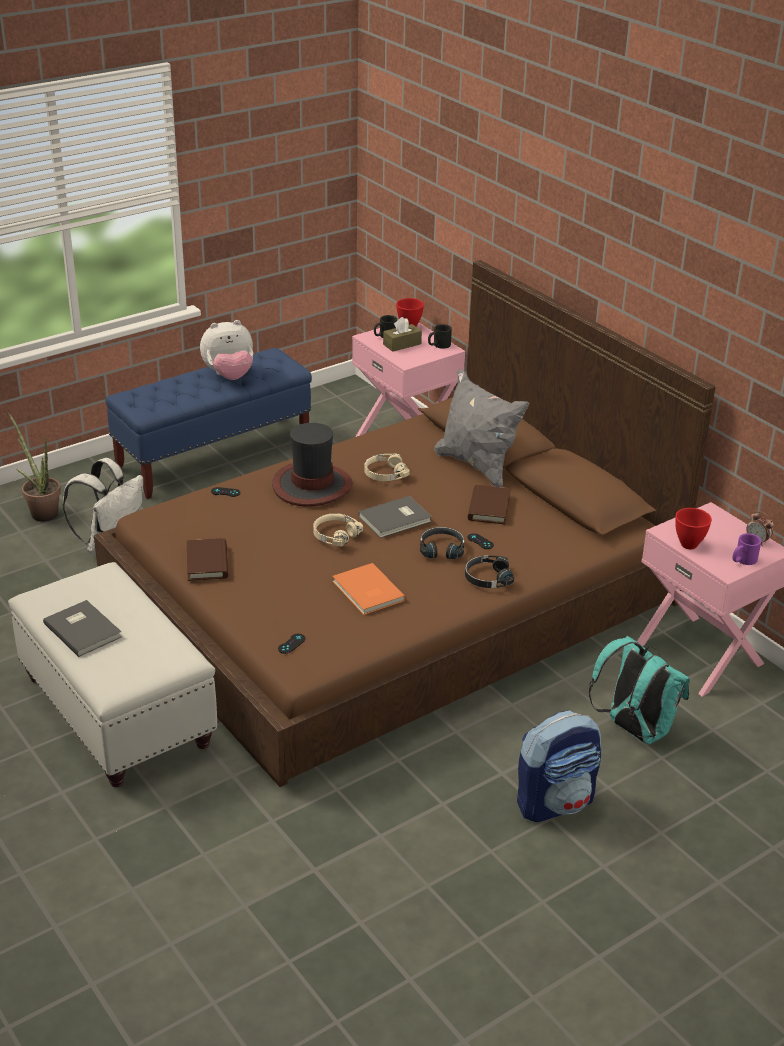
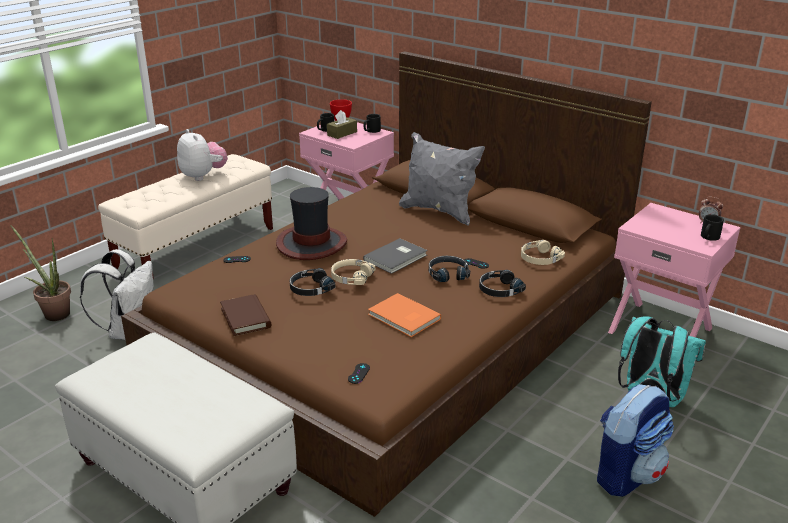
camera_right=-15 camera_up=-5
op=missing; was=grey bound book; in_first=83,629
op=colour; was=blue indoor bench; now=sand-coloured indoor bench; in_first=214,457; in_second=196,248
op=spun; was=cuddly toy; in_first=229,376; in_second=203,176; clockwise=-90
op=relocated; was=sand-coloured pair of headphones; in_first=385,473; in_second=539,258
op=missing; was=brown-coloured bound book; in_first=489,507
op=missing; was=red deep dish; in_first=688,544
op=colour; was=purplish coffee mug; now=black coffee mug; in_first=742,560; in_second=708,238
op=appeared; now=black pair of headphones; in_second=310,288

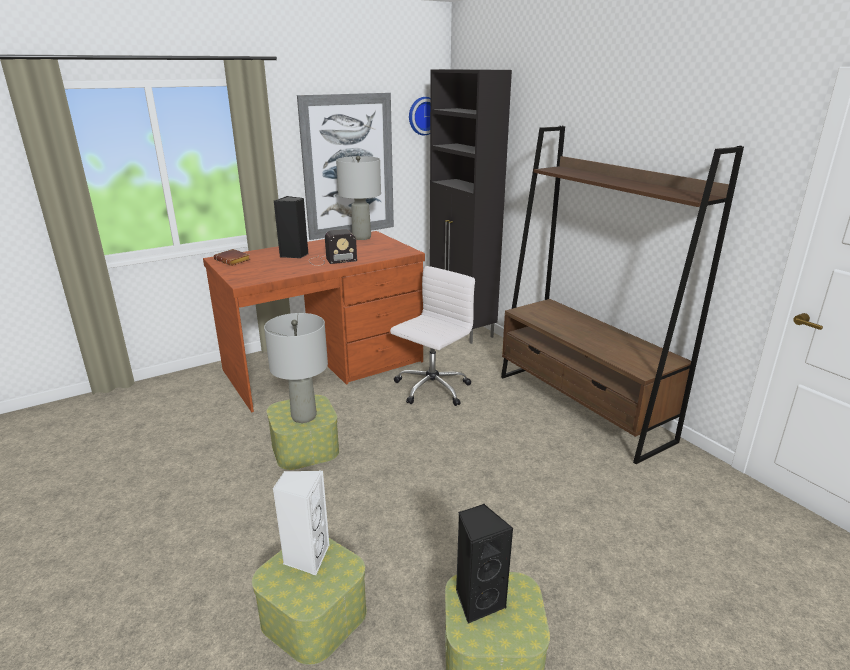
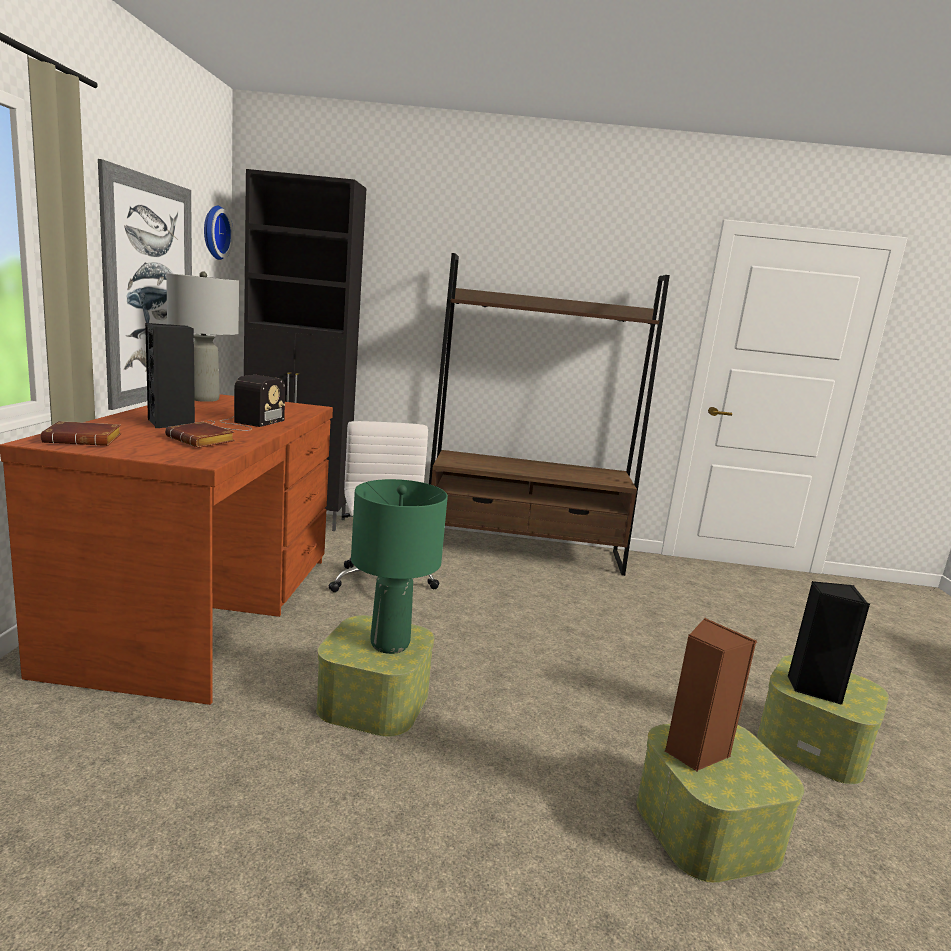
camera_right=-55 camera_up=-10
op=colour; was=grey tabletop lamp; now=green-coloured tabletop lamp; in_first=304,417; in_second=390,644
op=colour; was=white-coloured speaker; now=brown-coloured speaker; in_first=306,557; in_second=693,751
op=appeared; now=brown-coloured bound book; in_second=203,441

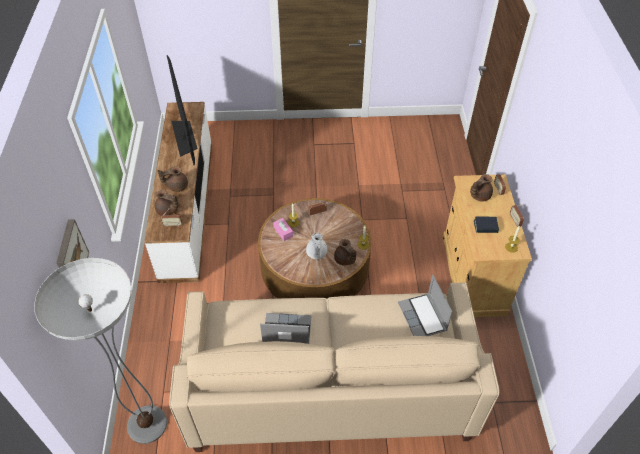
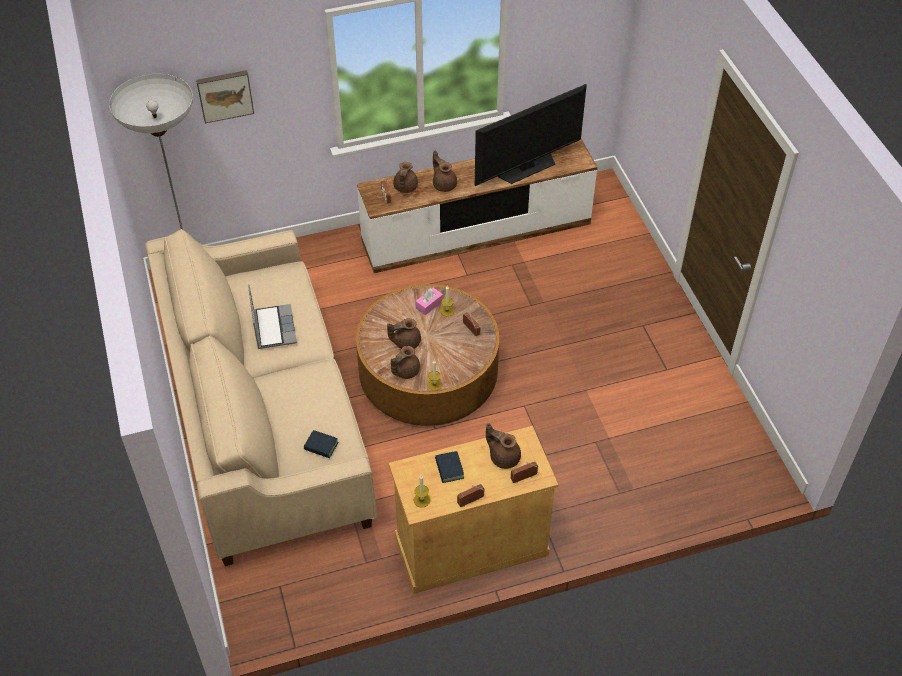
camera_right=75 camera_up=0
op=colour; was=white-coloured pot for tea; now=brown-coloured pot for tea; in_first=316,254; in_second=406,342
op=exchanged; was=portable computer; now=bound book; in_first=423,317; in_second=321,446

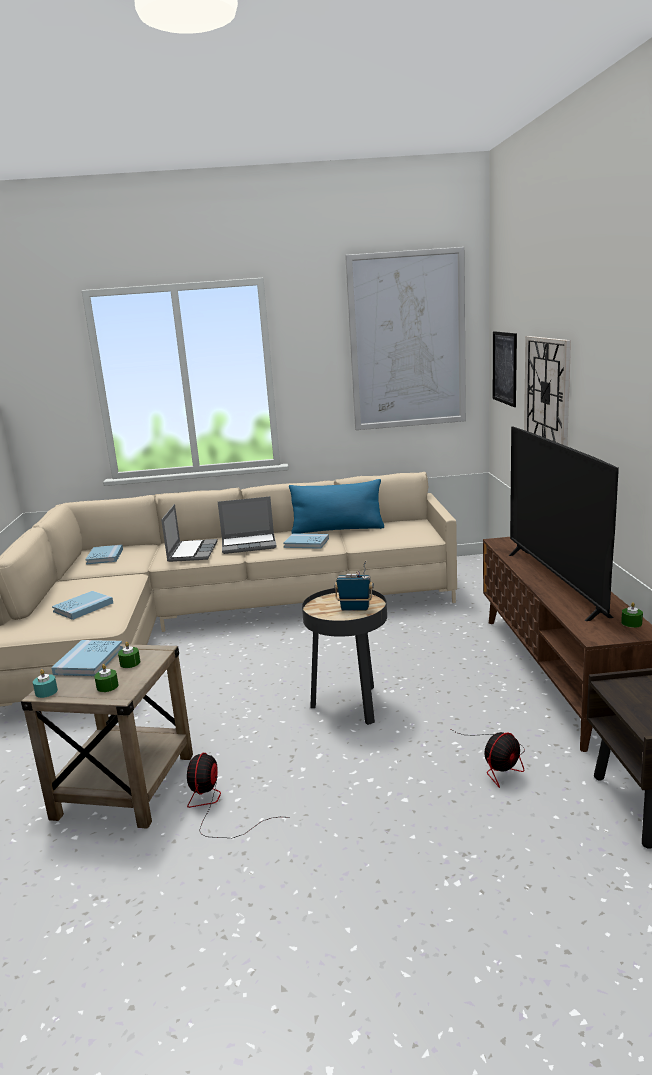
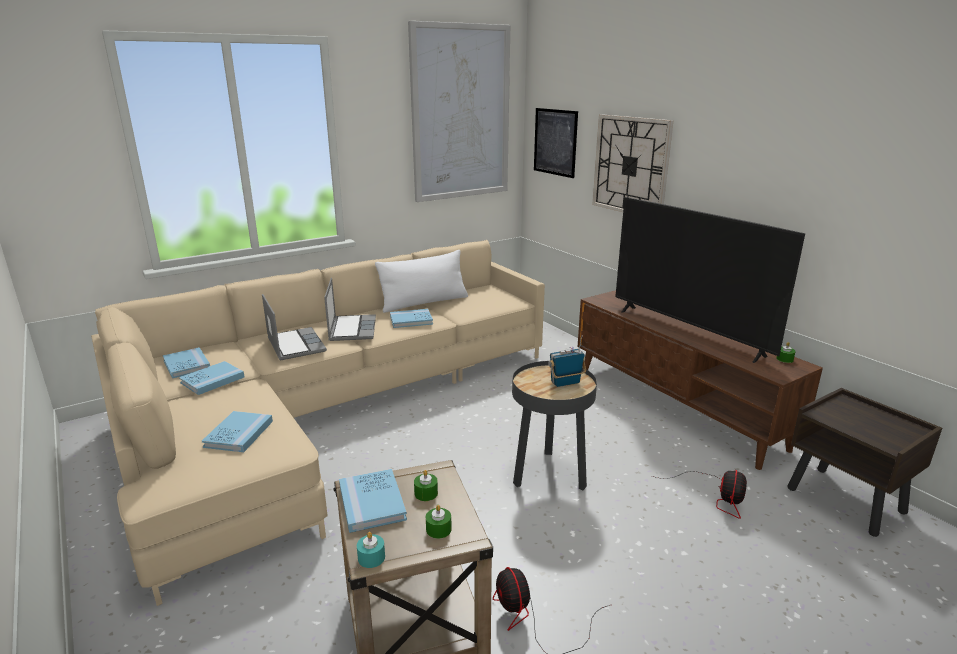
camera_right=-30 camera_up=5
op=spun; was=portable computer; in_first=249,544; in_second=352,329; clockwise=-60
op=colour; was=blue throw pillow; now=white-coloured throw pillow; in_first=337,529; in_second=424,302
op=appeared; now=blue bound book; in_second=212,380

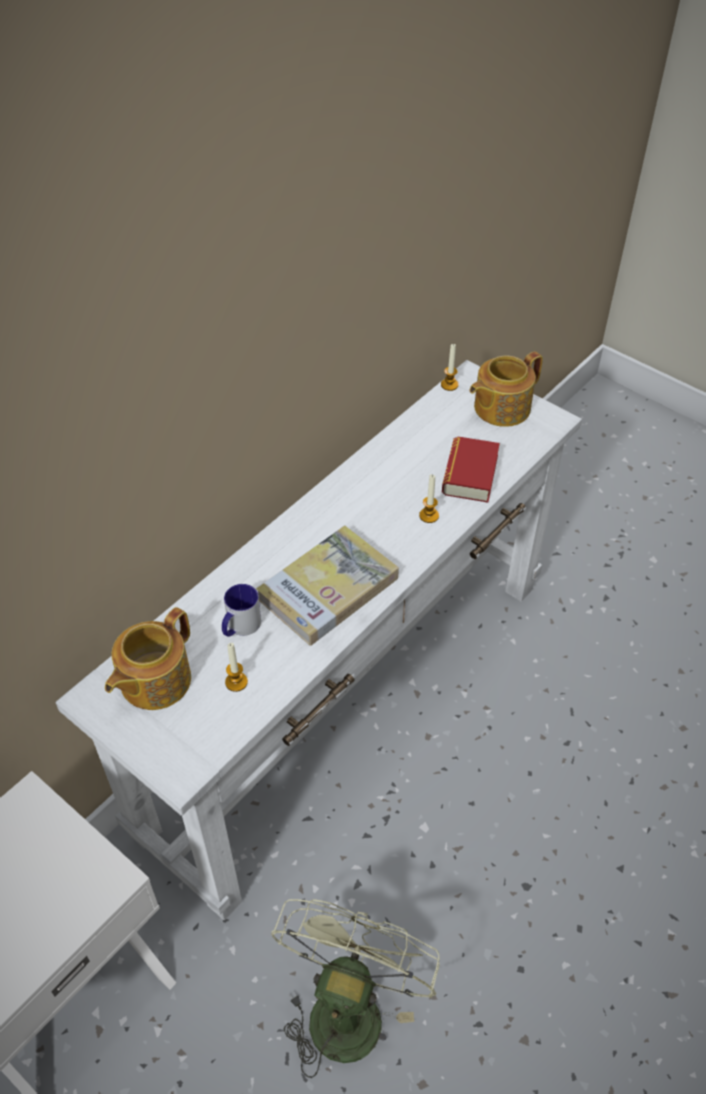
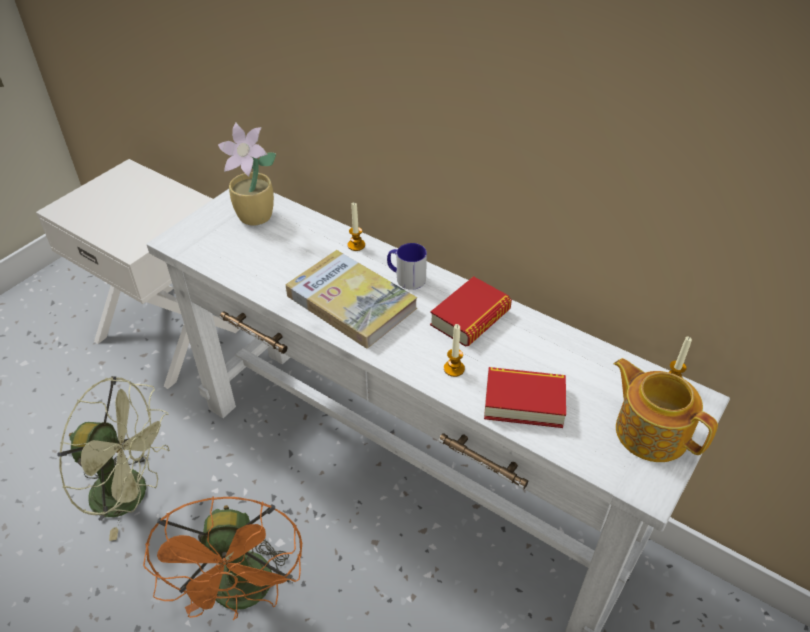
camera_right=85 camera_up=-5
op=exchanged; was=pot for tea; now=potted plant; in_first=153,681; in_second=256,217
op=relocated; was=coffee mug; in_first=240,627; in_second=406,278
op=relocated; was=wax candle; in_first=236,682; in_second=356,245
op=appeared; now=orangey electric fan; in_second=244,595
op=appeared; now=bound book; in_second=470,318

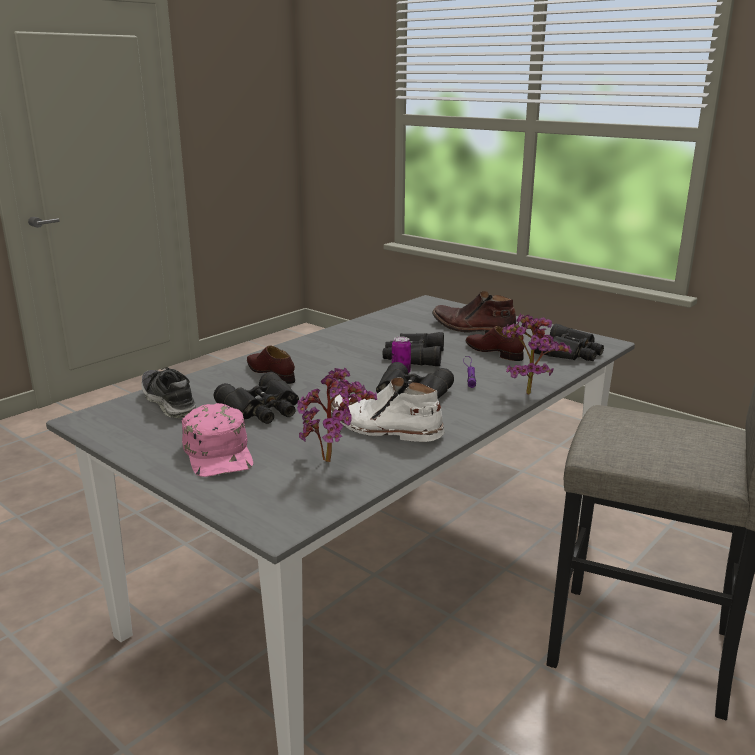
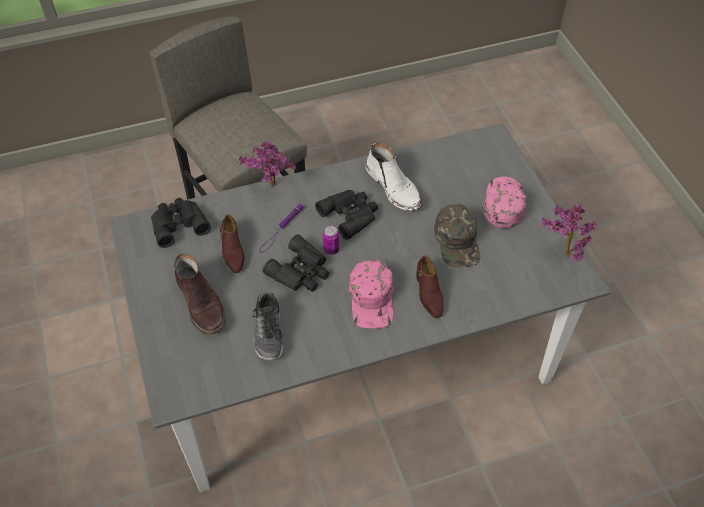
camera_right=-150 camera_up=30
op=relocated; was=low shoe; in_first=169,403; in_second=269,333
op=exchanged; was=black field glasses; now=green-coloured baseball cap; in_first=263,409; in_second=457,241
op=relocated; was=potted plant; in_first=334,462; in_second=562,253
op=appeared; now=pink-coloured baseball cap; in_second=372,299

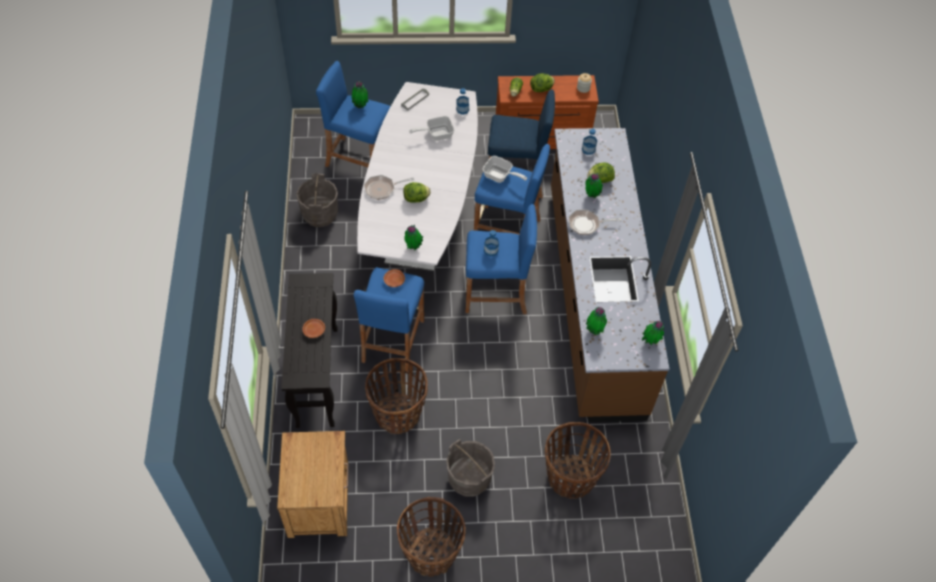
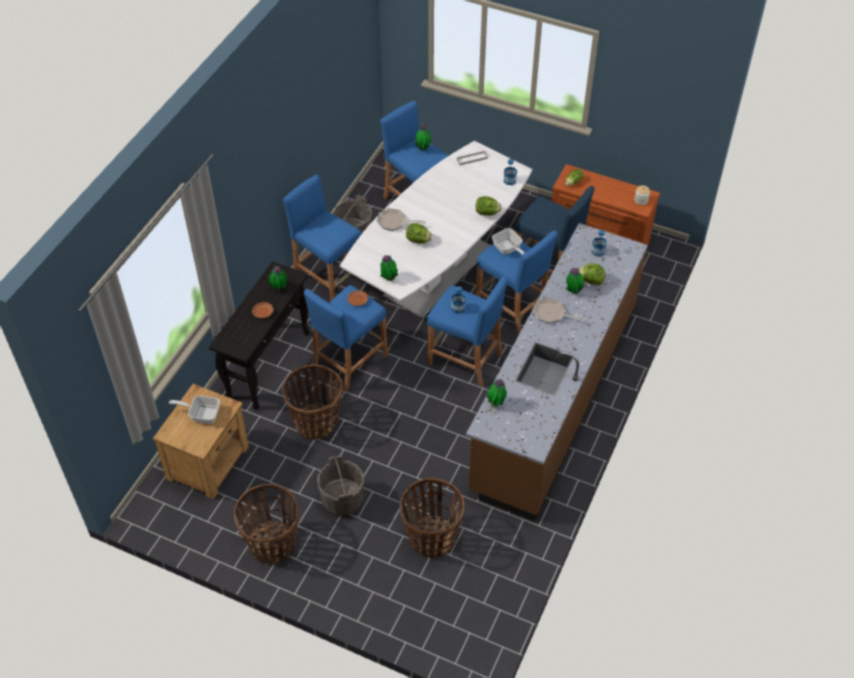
camera_right=30 camera_up=-5
op=relocated; was=frying pan; in_first=436,134; in_second=201,414
op=relocated; was=head of lettuce; in_first=541,89; in_second=487,213
op=relocated; was=potted plant; in_first=650,342; in_second=279,289
op=appeared; now=blue stool; in_second=328,277

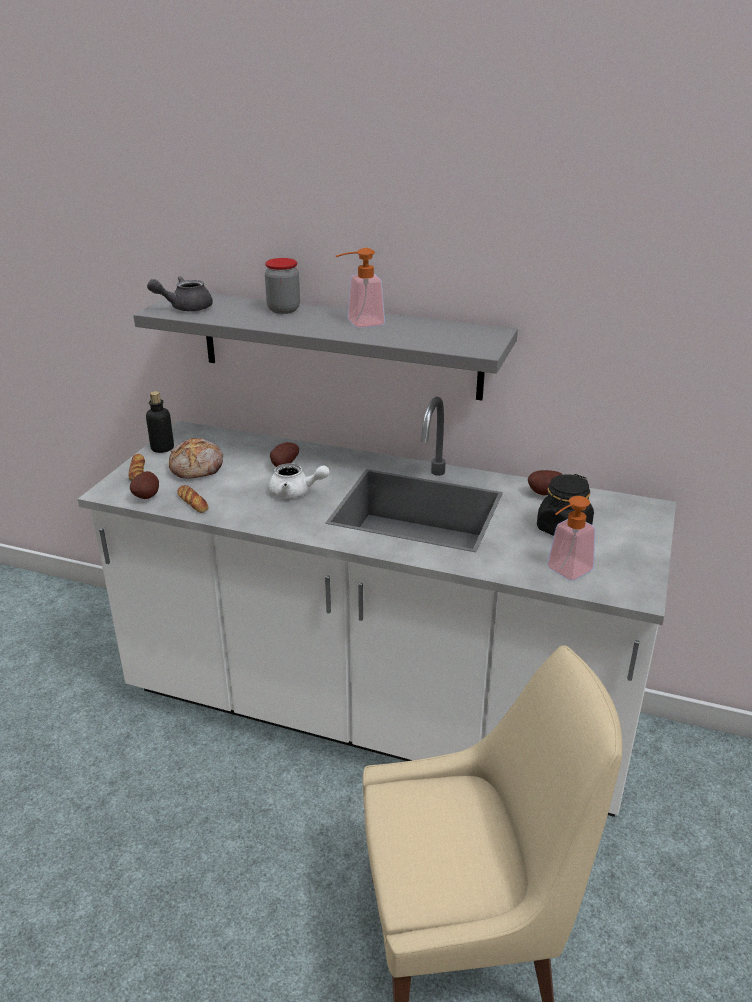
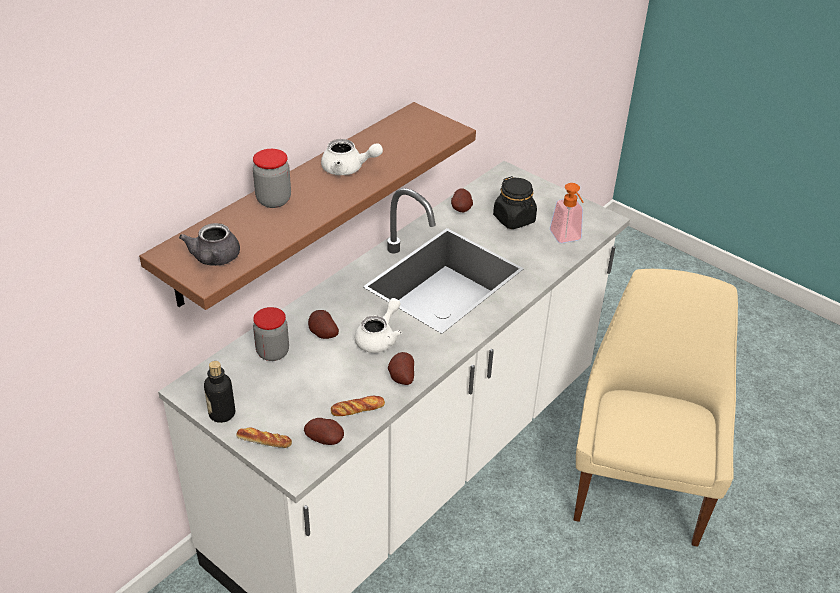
camera_right=-70 camera_up=10
op=colour; was=grey wall shelf; now=brown-coloured wall shelf; in_first=339,344; in_second=293,202
op=missing; was=baked bread; in_first=198,467
op=exchanged; was=soap bottle; now=white-coloured pot for tea; in_first=359,324; in_second=348,169
op=appeared; now=storage jar; in_second=273,352
op=appeared; now=potato; in_second=400,378

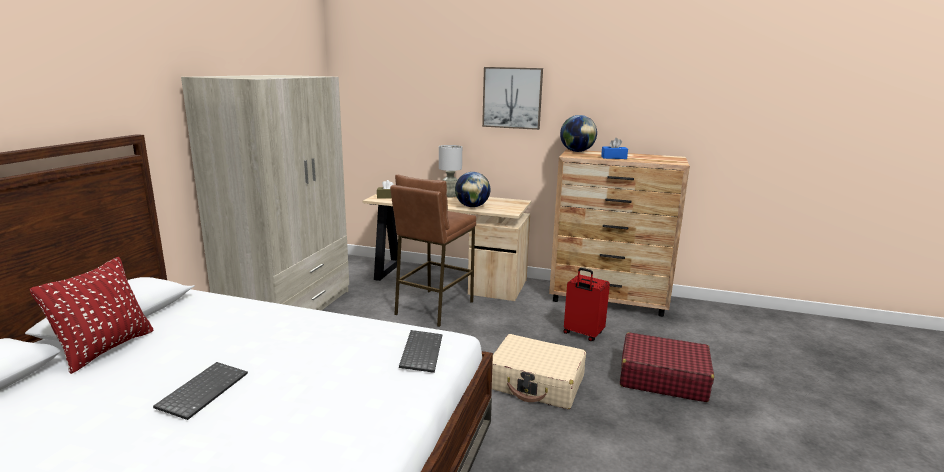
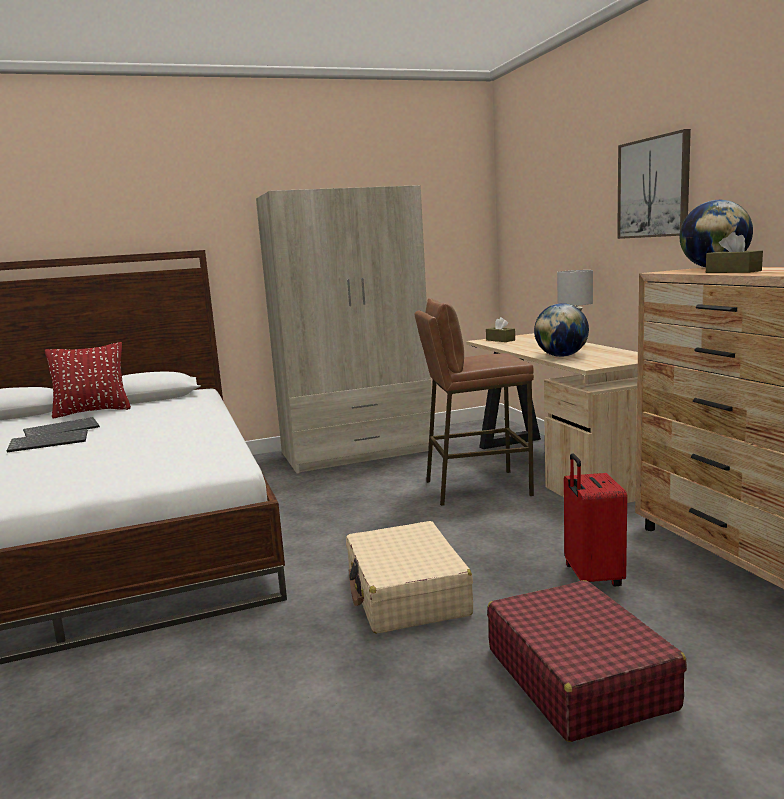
camera_right=55 camera_up=-5
op=relocated; was=computer keyboard; in_first=420,352; in_second=62,430
op=colour; was=blue tissue box; now=brown-coloured tissue box; in_first=614,157; in_second=733,272

